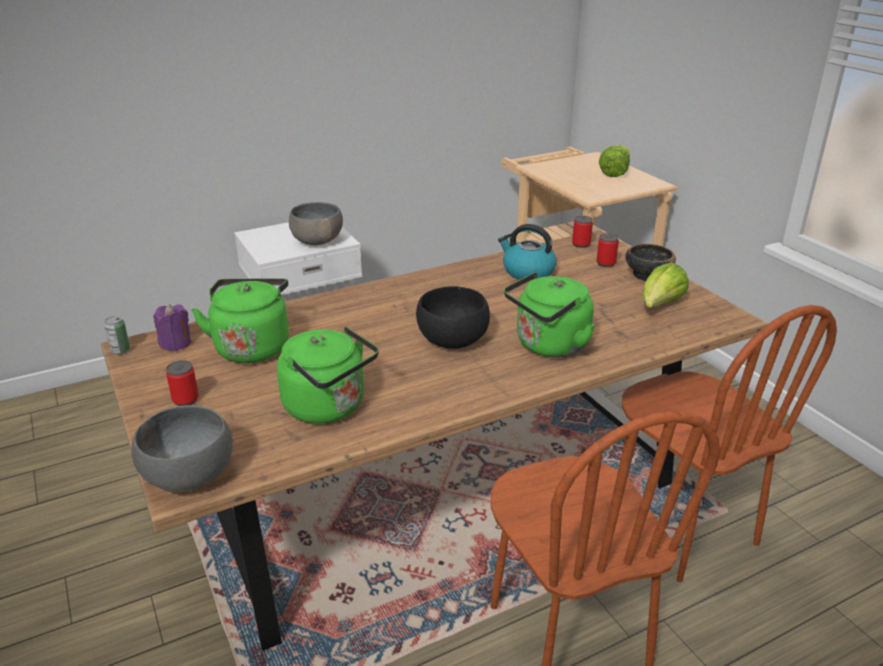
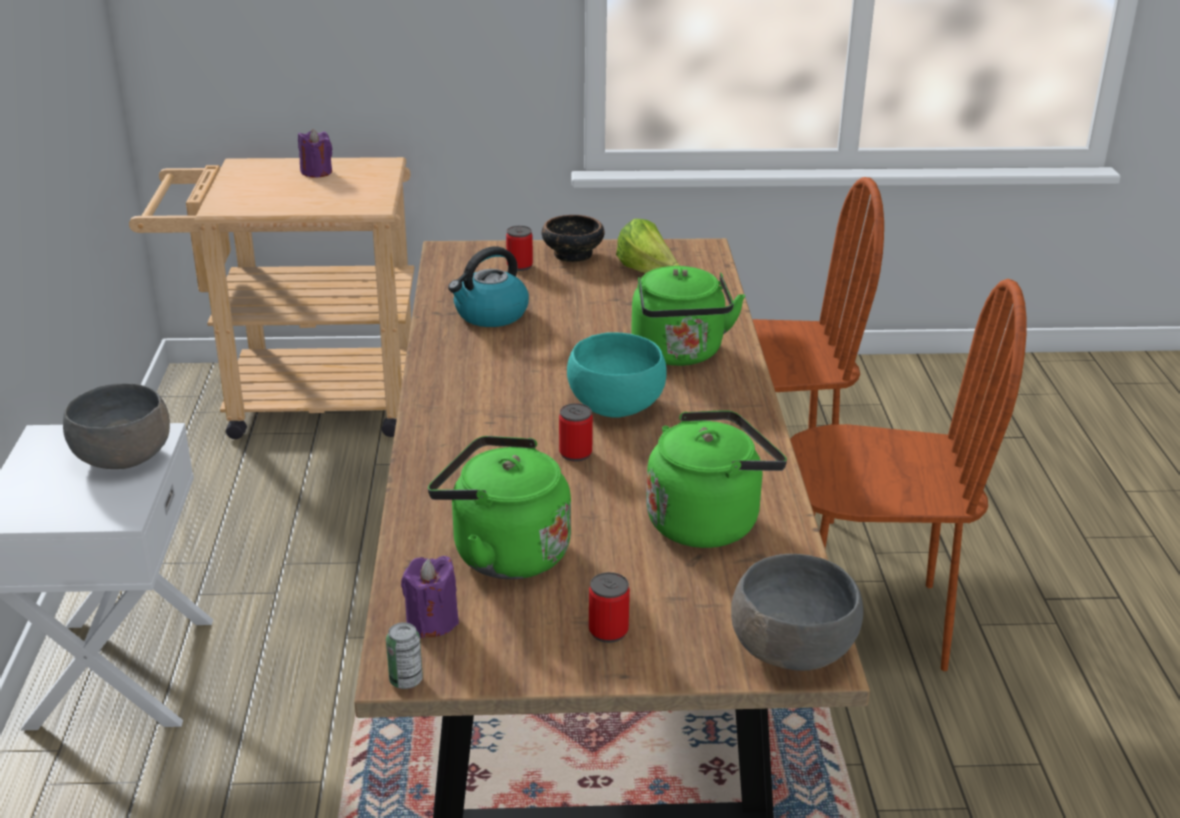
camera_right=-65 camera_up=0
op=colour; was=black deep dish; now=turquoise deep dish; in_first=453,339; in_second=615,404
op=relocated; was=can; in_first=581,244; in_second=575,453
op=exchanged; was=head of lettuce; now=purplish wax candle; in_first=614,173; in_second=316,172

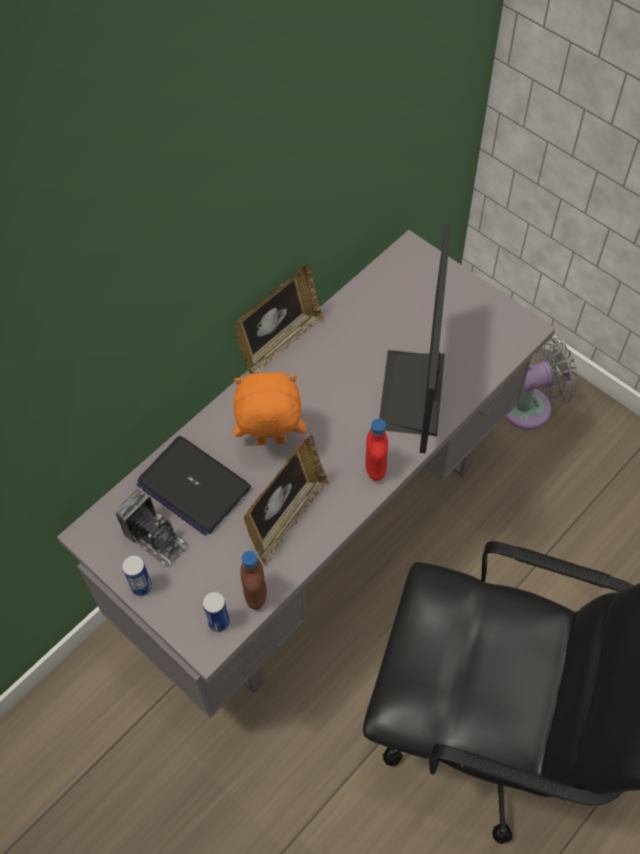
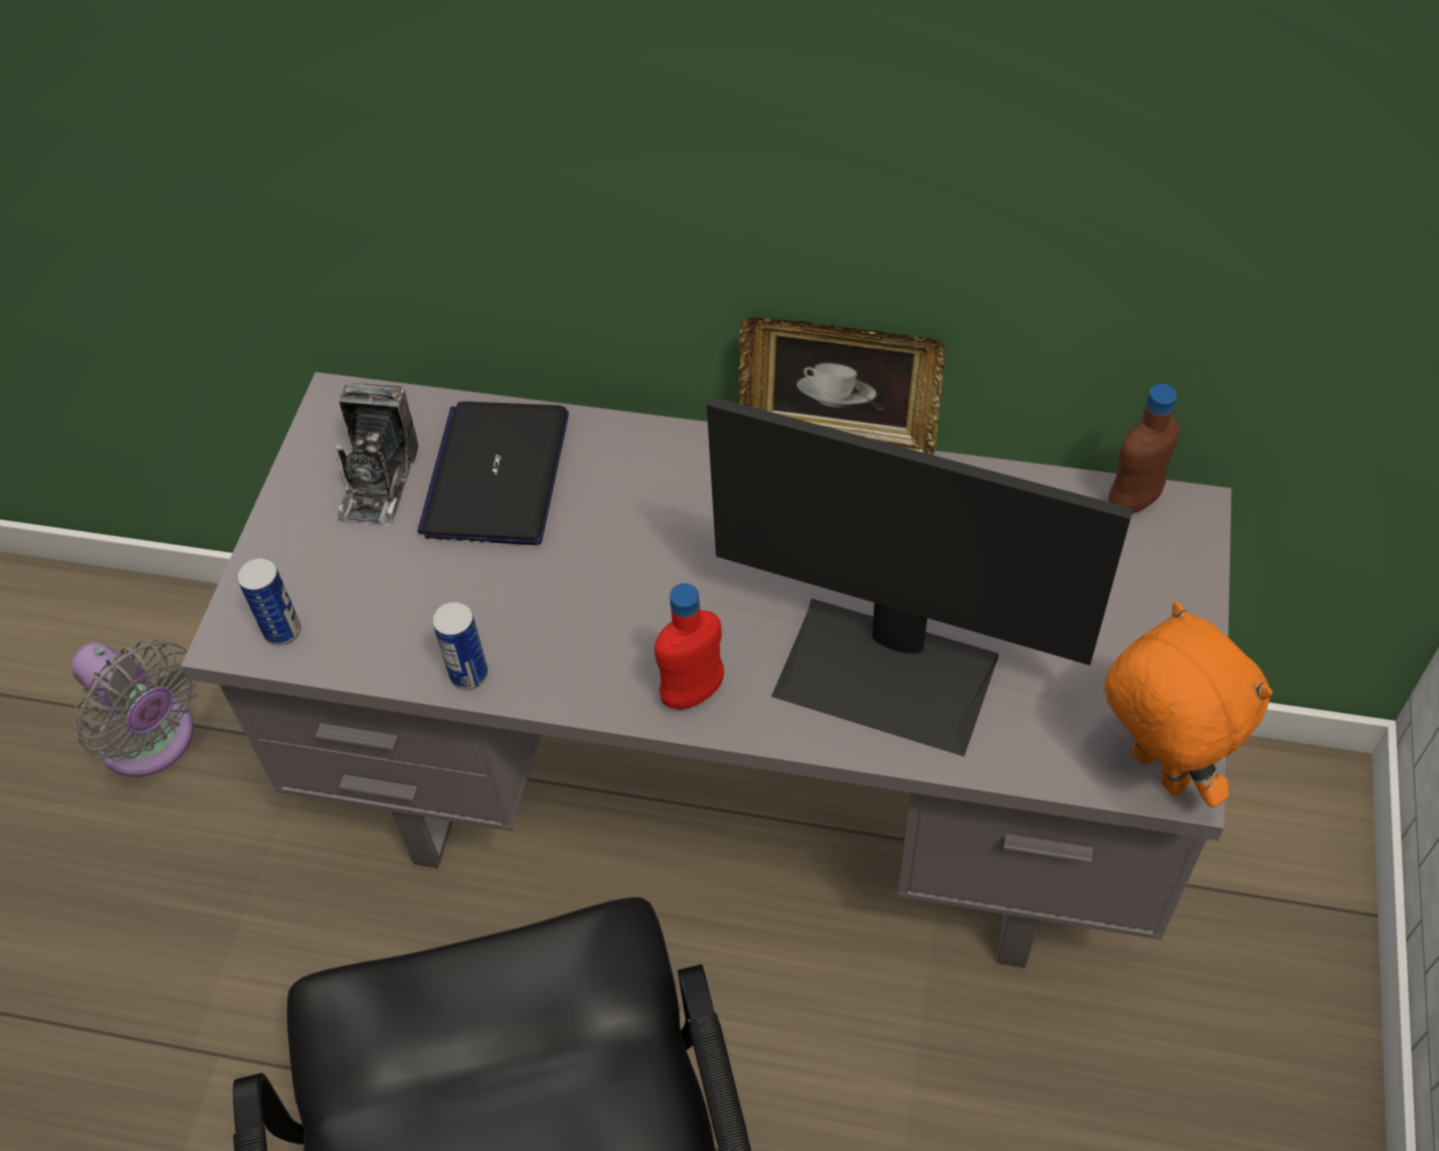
camera_right=60 camera_up=-5
op=relocated; was=can; in_first=141,587; in_second=469,674
op=relocated; was=orangey cuddly toy; in_first=270,442; in_second=1154,771
op=relocated; was=brown-coloured bottle; in_first=255,594; in_second=1134,500
op=missing; was=photo frame; in_first=287,518
op=spun; was=monitor; in_first=414,393; in_second=888,672; clockwise=-135
op=relocated; was=grey electric fan; in_first=531,406; in_second=154,742

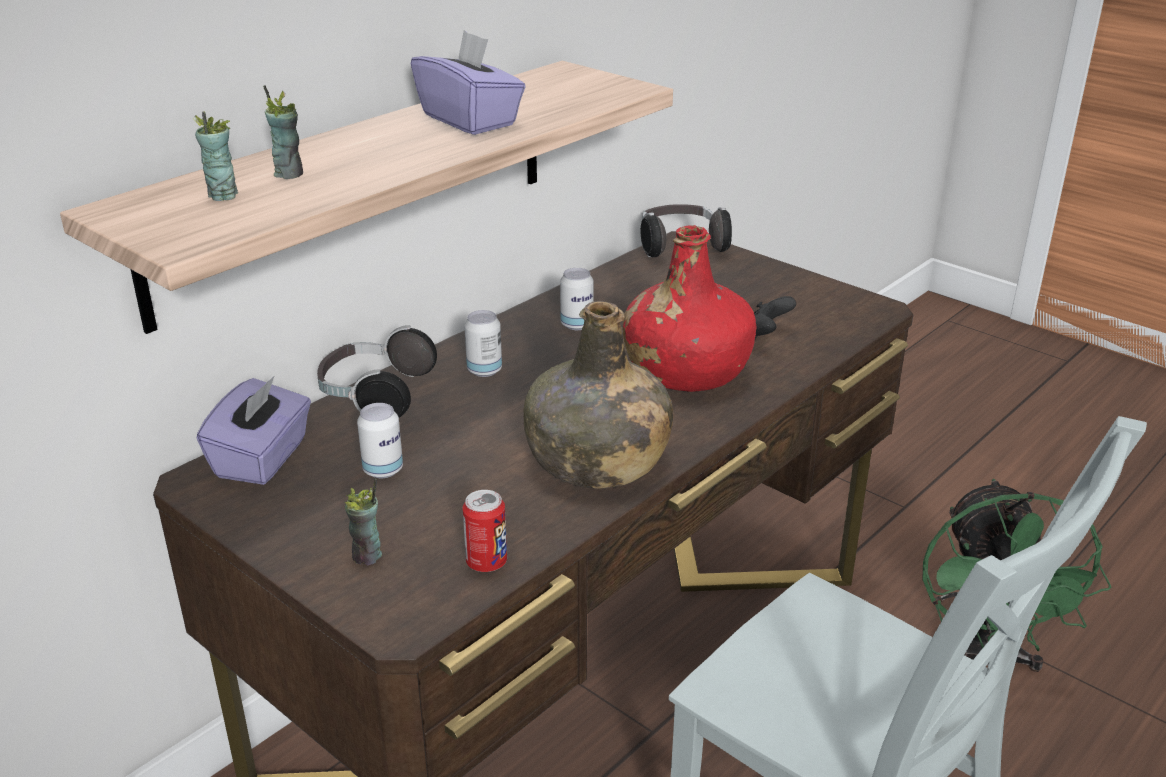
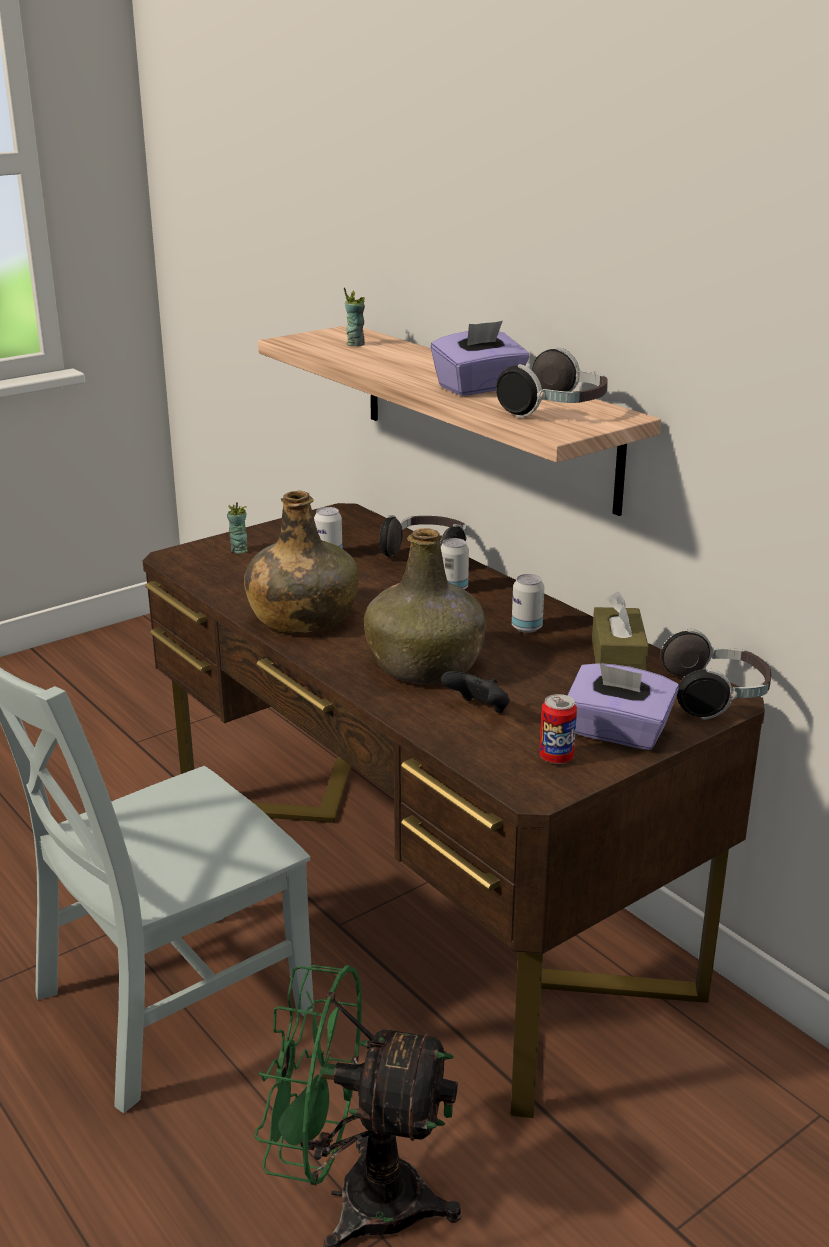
camera_right=100 camera_up=-5
op=relocated; was=purplish tissue box; in_first=263,458; in_second=618,733
op=missing; was=small cup; in_first=289,173
op=relocated; was=can; in_first=486,562; in_second=556,757
op=colour; was=red bottle; now=green-coloured bottle; in_first=686,370; in_second=426,665
op=appeared; now=pair of headphones; in_second=556,410
op=appeared; now=brown-coloured tissue box; in_second=617,659

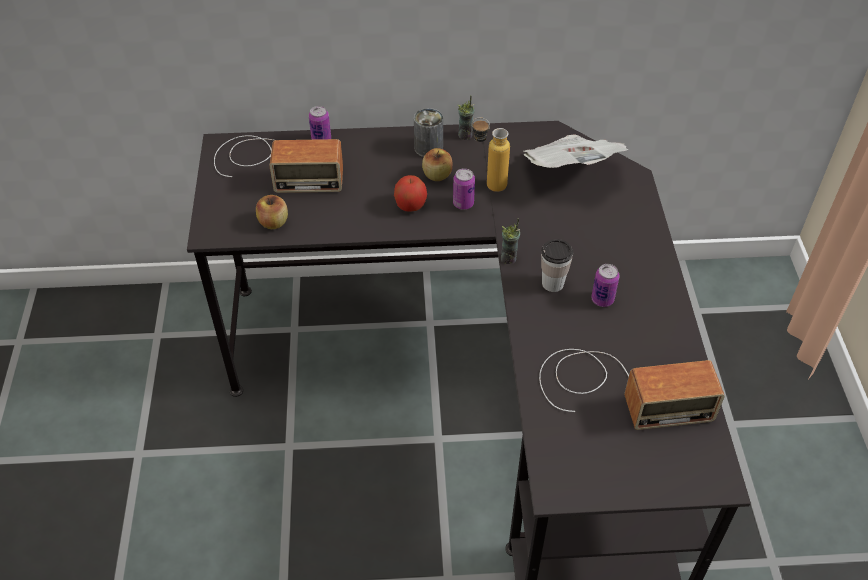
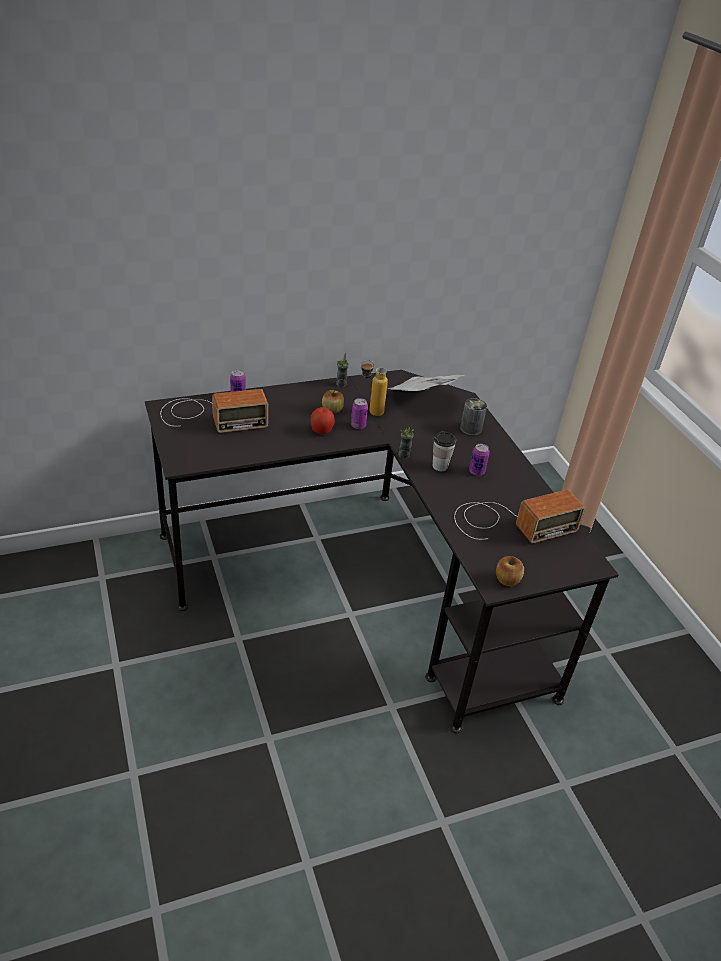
camera_right=-20 camera_up=-10
op=relocated; was=apple fruit; in_first=273,222; in_second=507,580
op=relocated; was=can; in_first=428,147; in_second=471,428

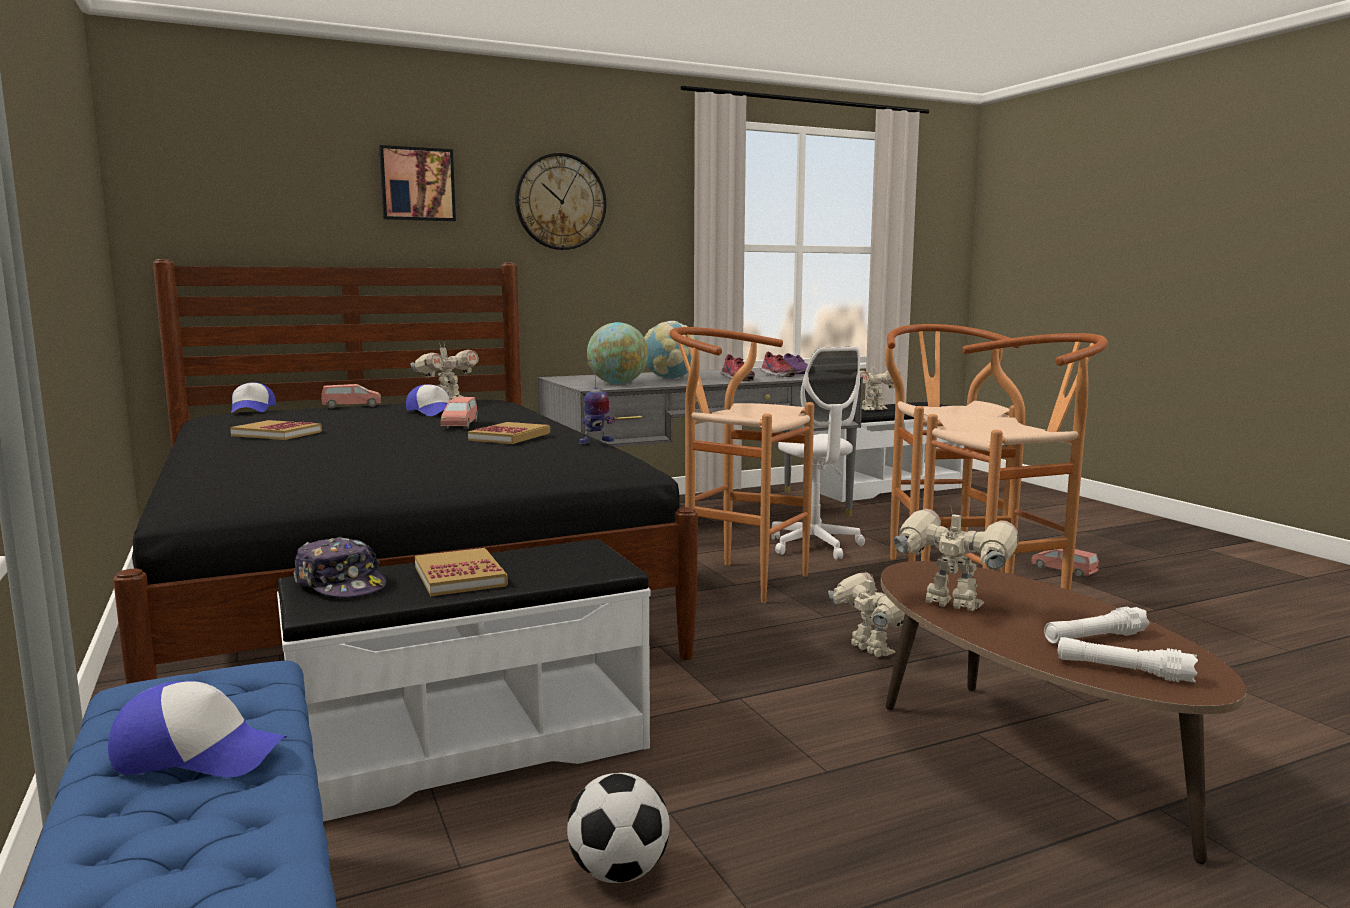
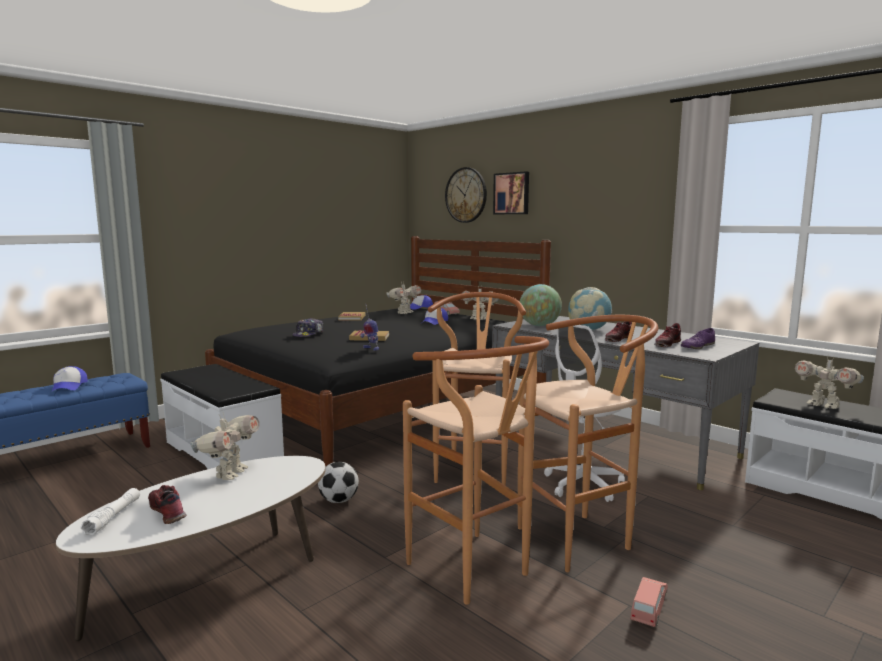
camera_right=70 camera_up=0
op=relocated; was=baseball cap; in_first=341,585; in_second=308,334
op=missing; was=bound book; in_first=460,576
op=missing; was=pink-coloured model car; in_first=460,425
op=relocated; was=clock on the wall; in_first=560,202; in_second=466,195
op=relocated; was=football ball; in_first=618,872; in_second=339,500
op=relocated; was=robot figure; in_first=870,651; in_second=404,313
op=colour; was=brown-coloured low table; now=white-coloured low table; in_first=1024,755; in_second=215,581
op=exchanged; was=white-coloured flashlight; now=low shoe; in_first=1094,638; in_second=169,511

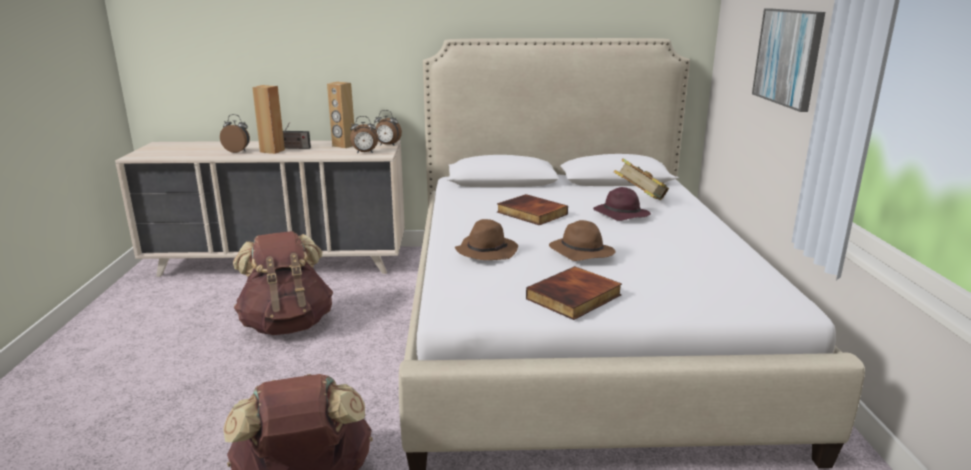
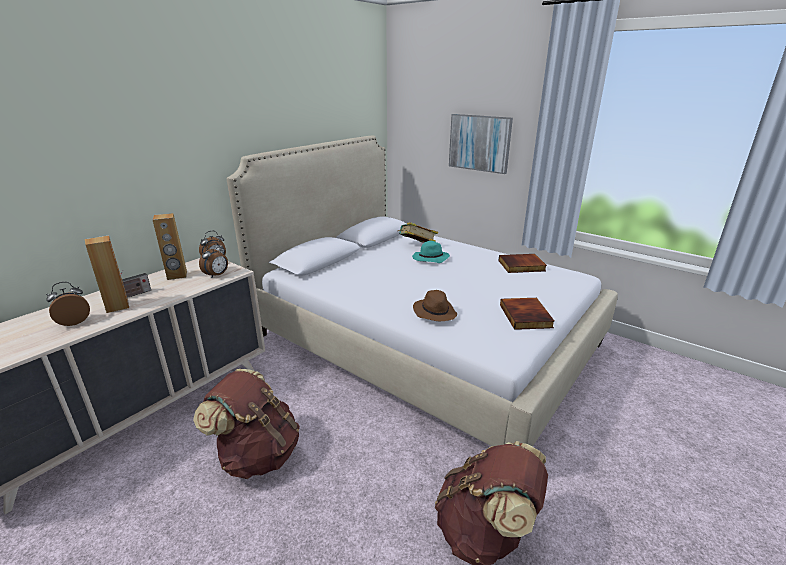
camera_right=-50 camera_up=5
op=relocated; was=bound book; in_first=530,213; in_second=521,266
op=missing; was=brown-coloured hat; in_first=580,252
op=colour; was=purplish hat; now=turquoise hat; in_first=620,215; in_second=430,259

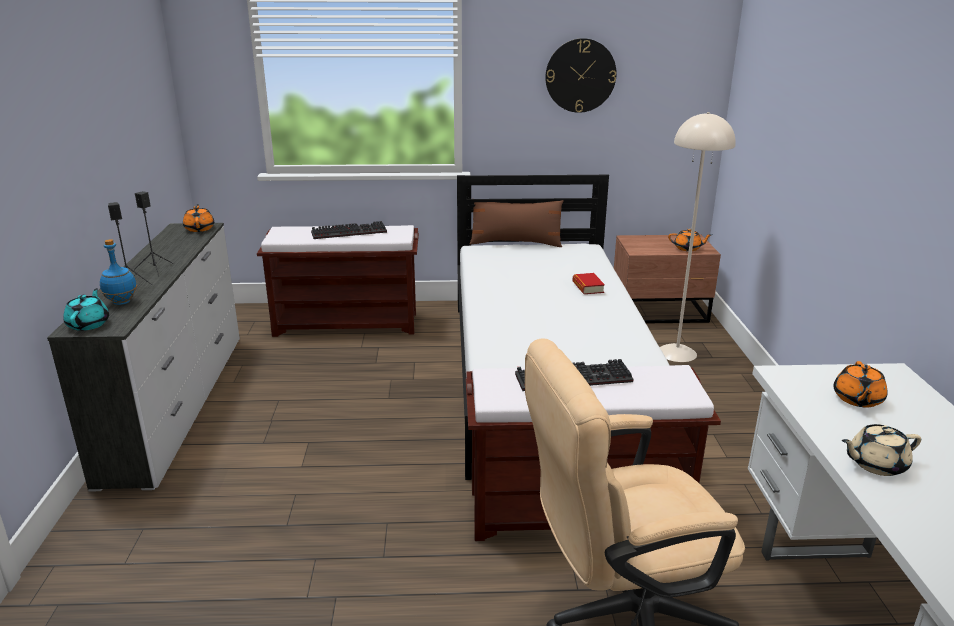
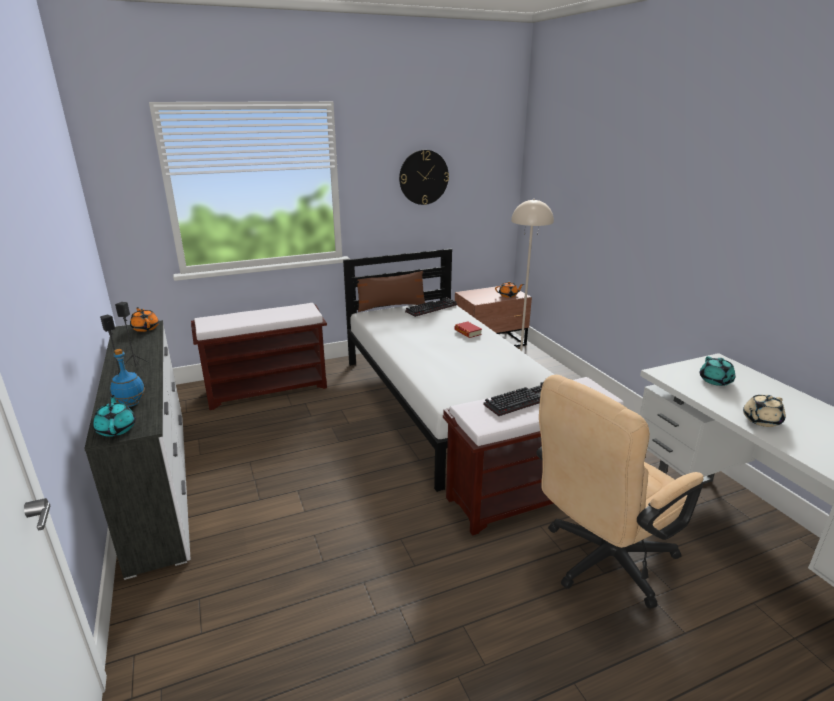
camera_right=-20 camera_up=0
op=relocated; was=computer keyboard; in_first=350,232; in_second=431,308
op=colour; was=orangey pot for tea; now=turquoise pot for tea; in_first=857,399; in_second=715,381

